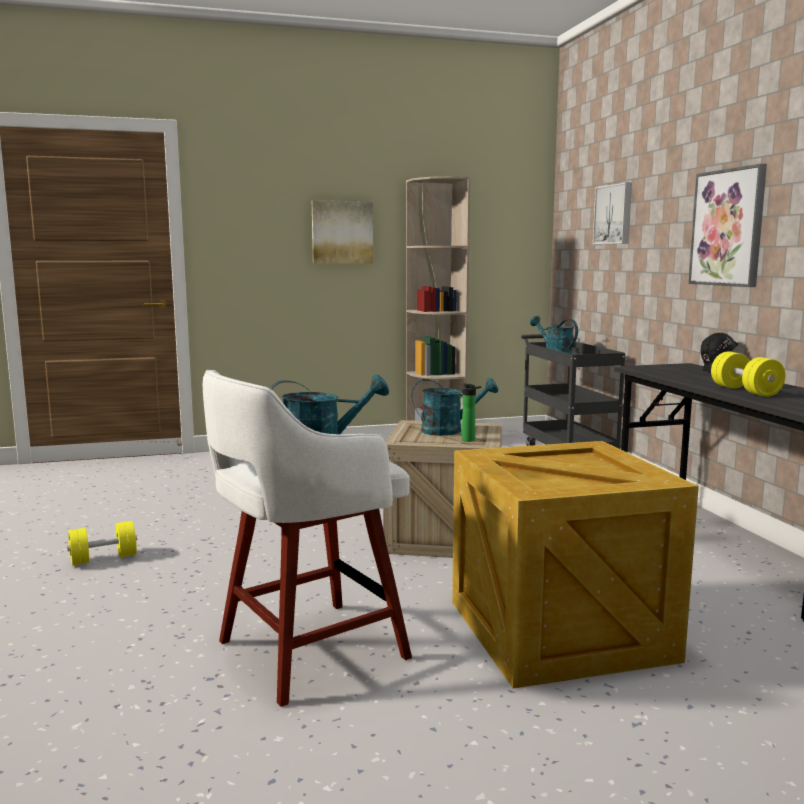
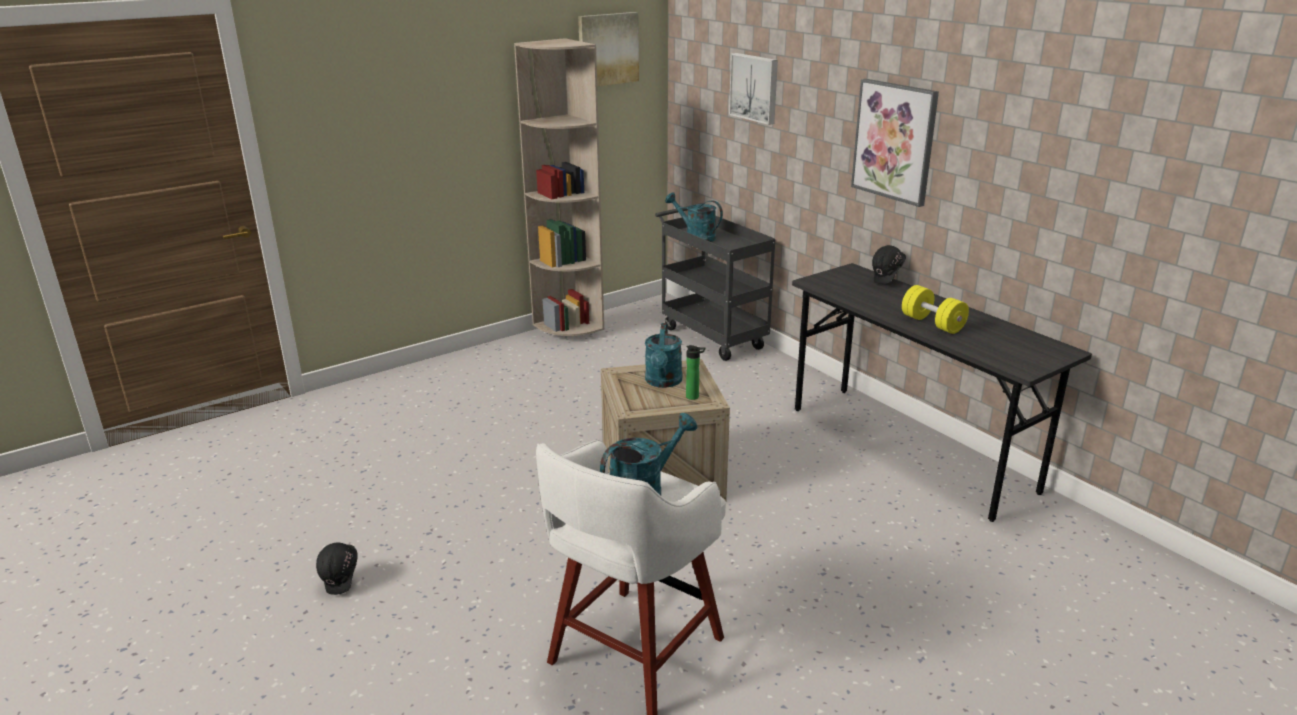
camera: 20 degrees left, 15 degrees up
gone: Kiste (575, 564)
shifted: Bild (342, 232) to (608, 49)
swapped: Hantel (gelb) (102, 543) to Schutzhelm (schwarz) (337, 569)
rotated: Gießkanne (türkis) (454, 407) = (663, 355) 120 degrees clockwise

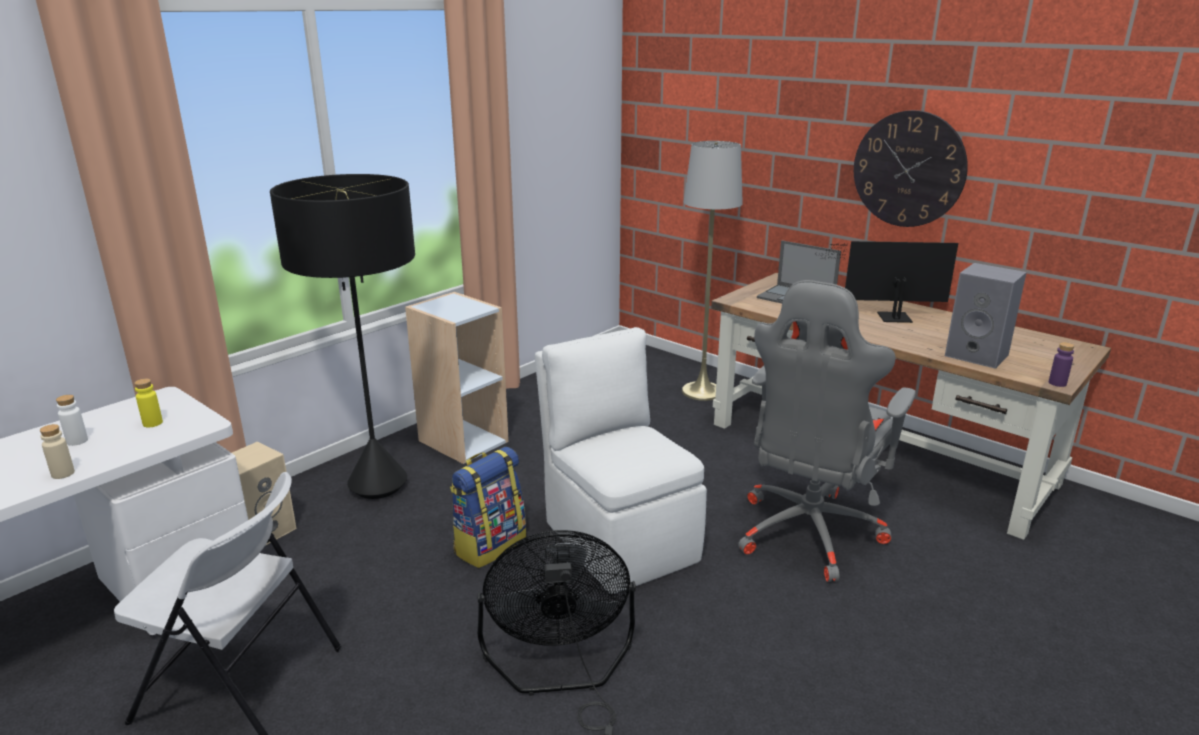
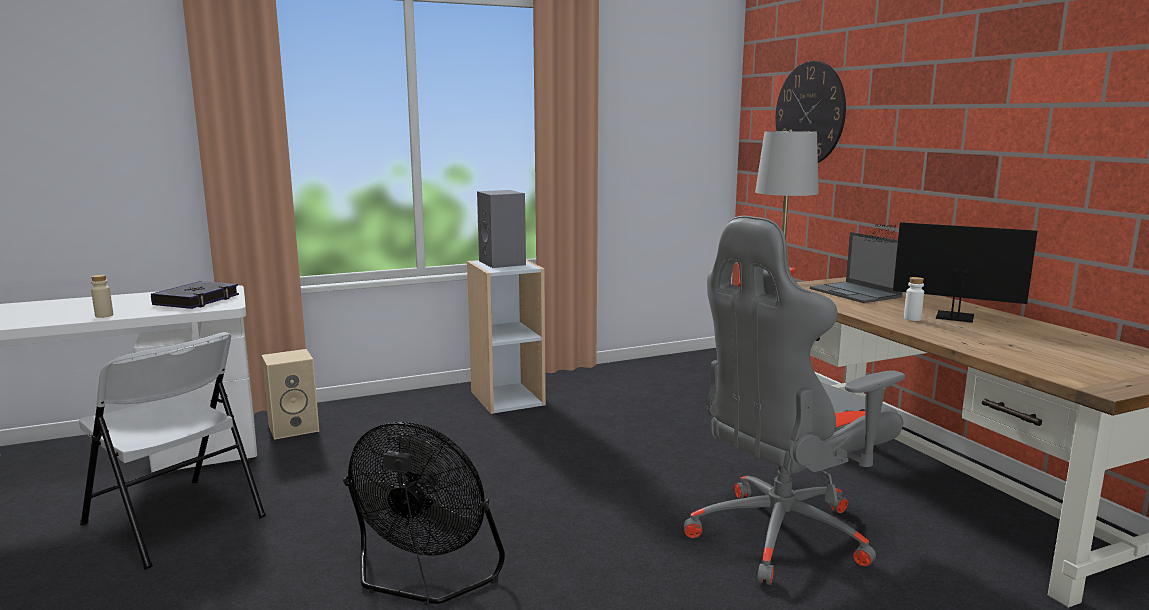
camera: 25 degrees right, 10 degrees down
gone: Stehlampe (schwarz) (342, 336); Rucksack (488, 507); Stuhl (weiß) (621, 460); Flasche (lila) (1062, 364)
shifted: Lautsprecher (grau) (986, 316) to (501, 229); Wanduhr (911, 168) to (810, 112); Flasche (weiß) (72, 420) to (914, 299)
swapped: Flasche (gelb) (148, 402) to Buch (195, 295)

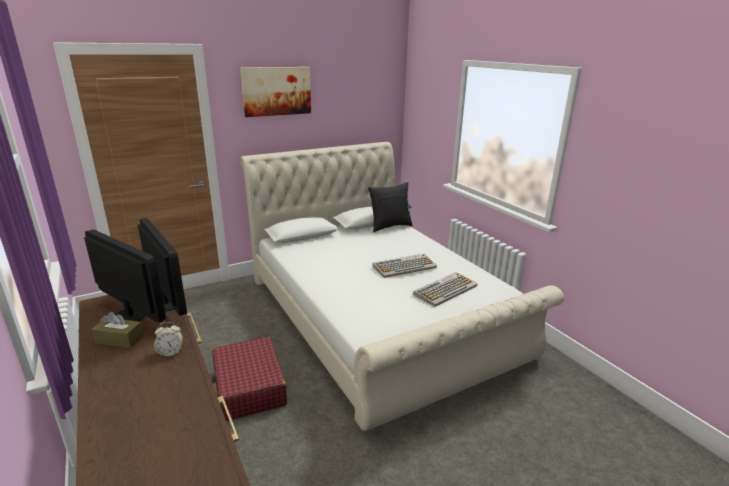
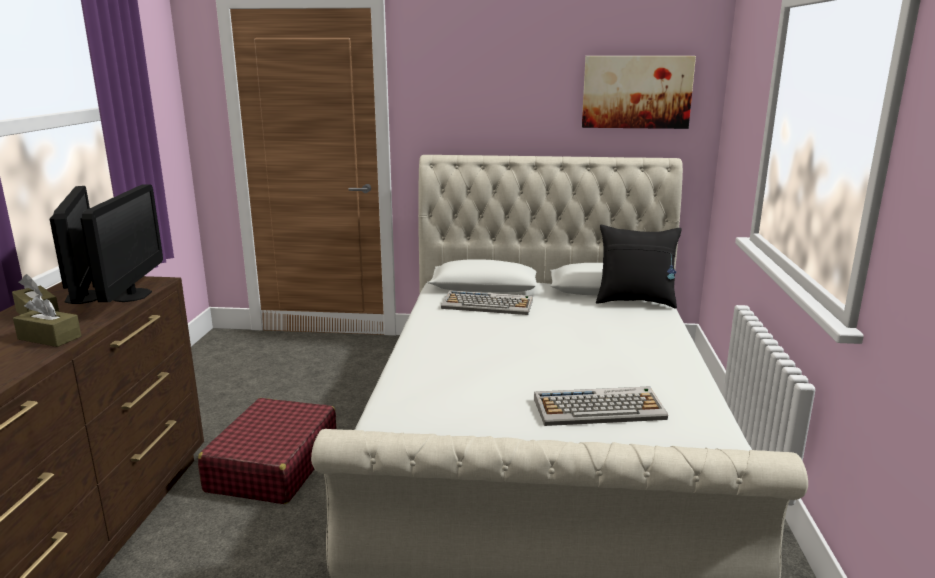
camera: 35 degrees right, 5 degrees down
shifted: Tastatur (405, 266) to (487, 302); Bild (275, 92) to (639, 92)
swapped: Wecker (168, 339) to Taschentuchbox (braun) (47, 321)

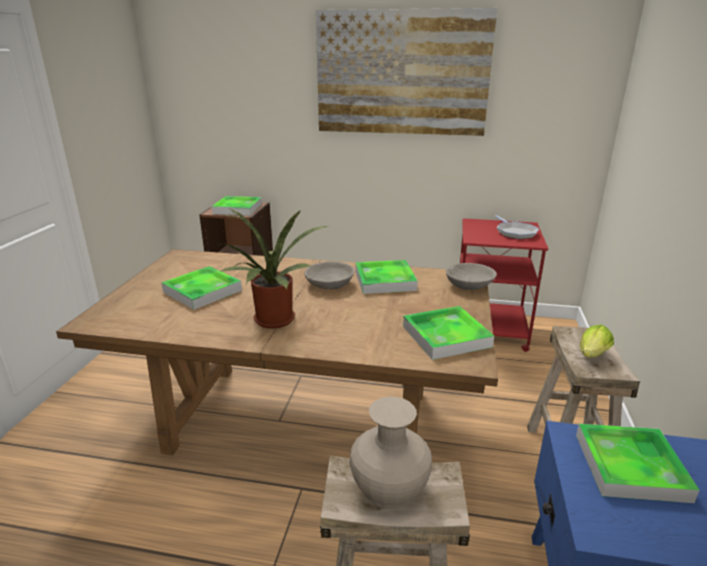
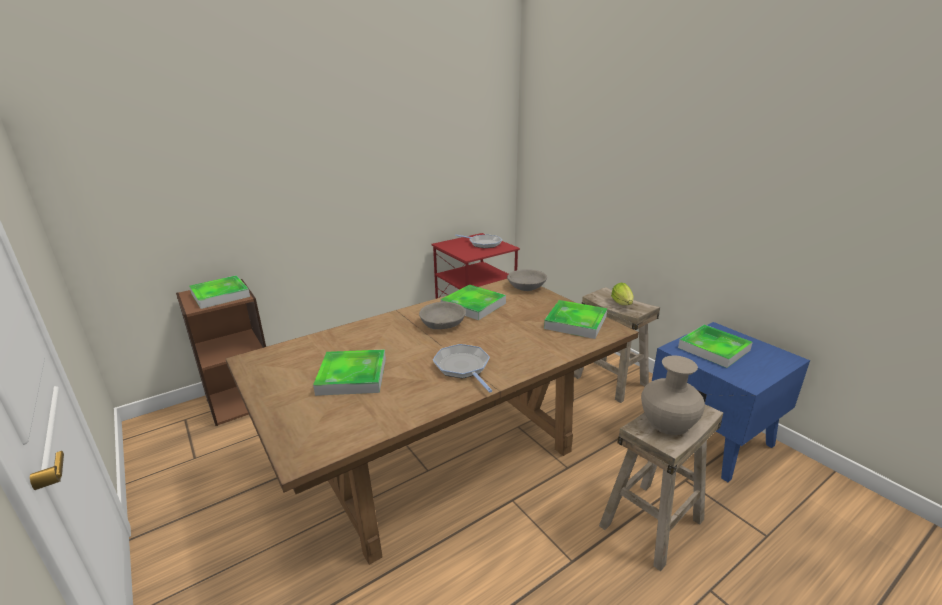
camera: 45 degrees left, 0 degrees up
gone: Bild (406, 72)
swapped: Topfpflanze (273, 268) to Pfanne (462, 368)

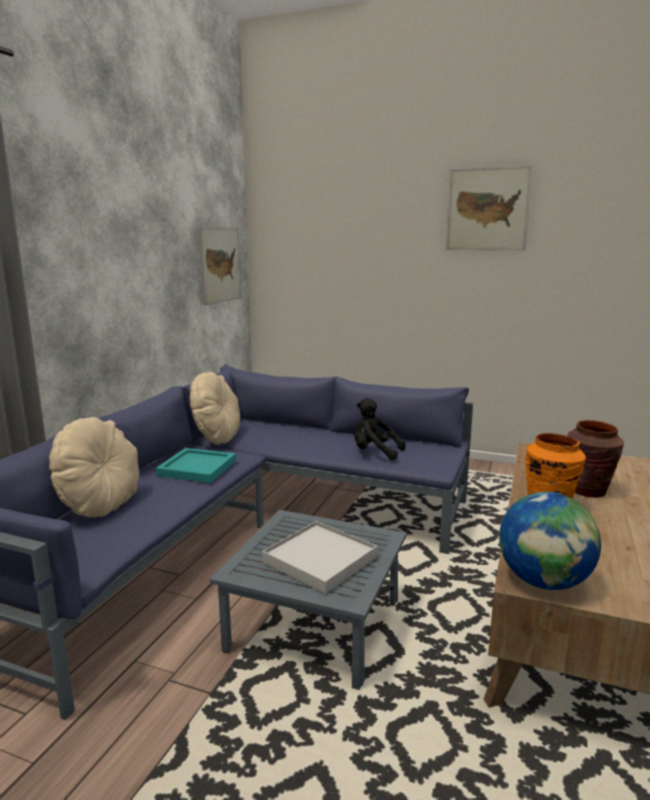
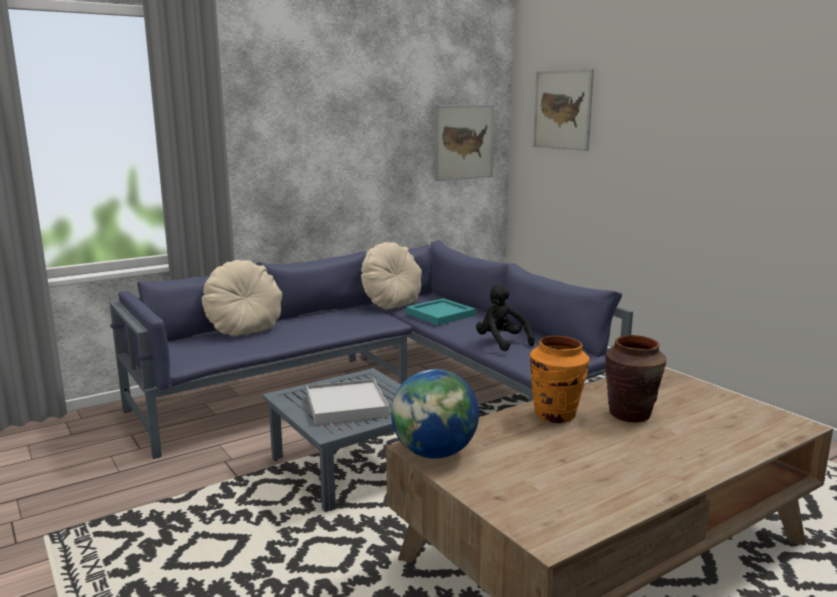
camera: 35 degrees right, 0 degrees up
shifted: Tablett (türkis) (195, 465) to (441, 311); Bild (489, 207) to (563, 110)

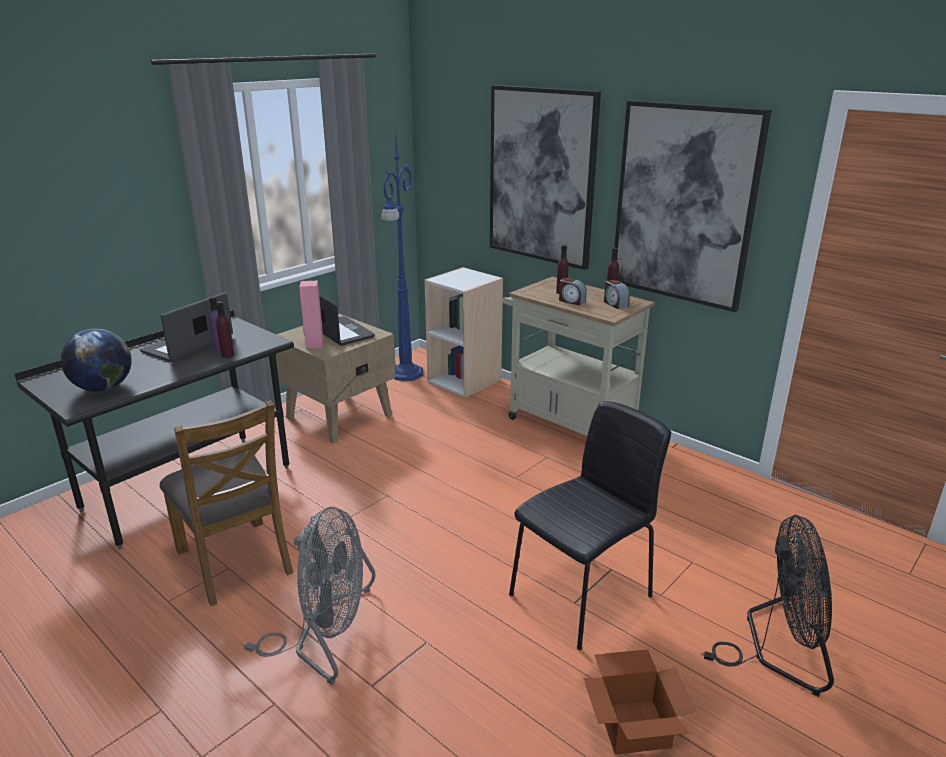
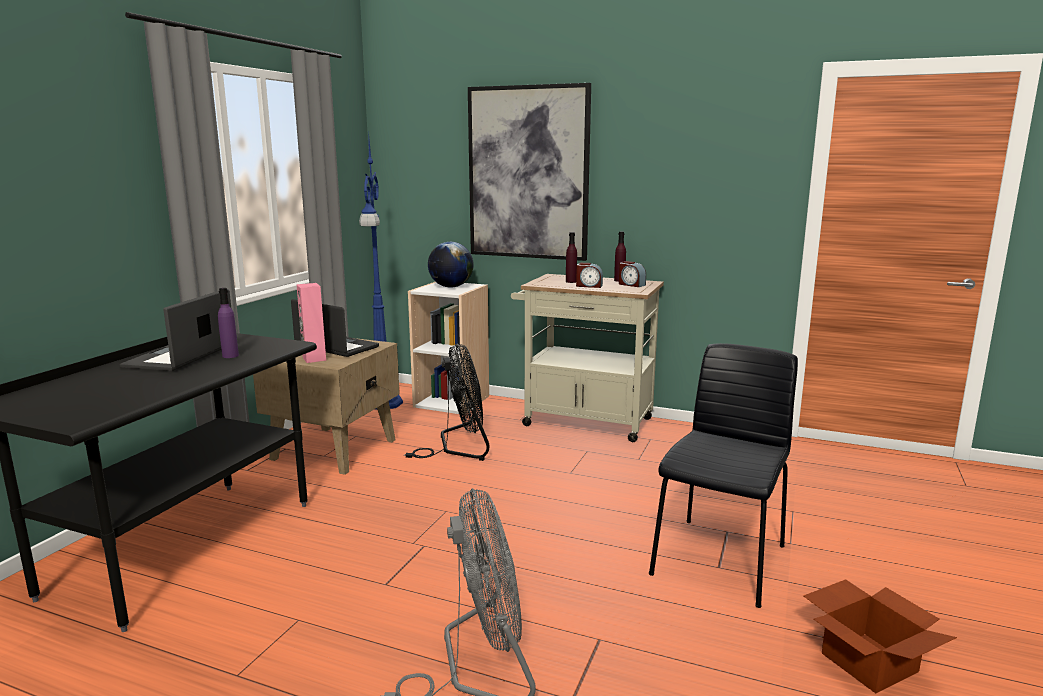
camera: 20 degrees left, 10 degrees down
gone: Stuhl (braun) (226, 503); Flasche (lila) (225, 329); Bild (693, 206)
shifted: Ventilator (schwarz) (767, 606) to (446, 402); Globus (96, 360) to (451, 265)

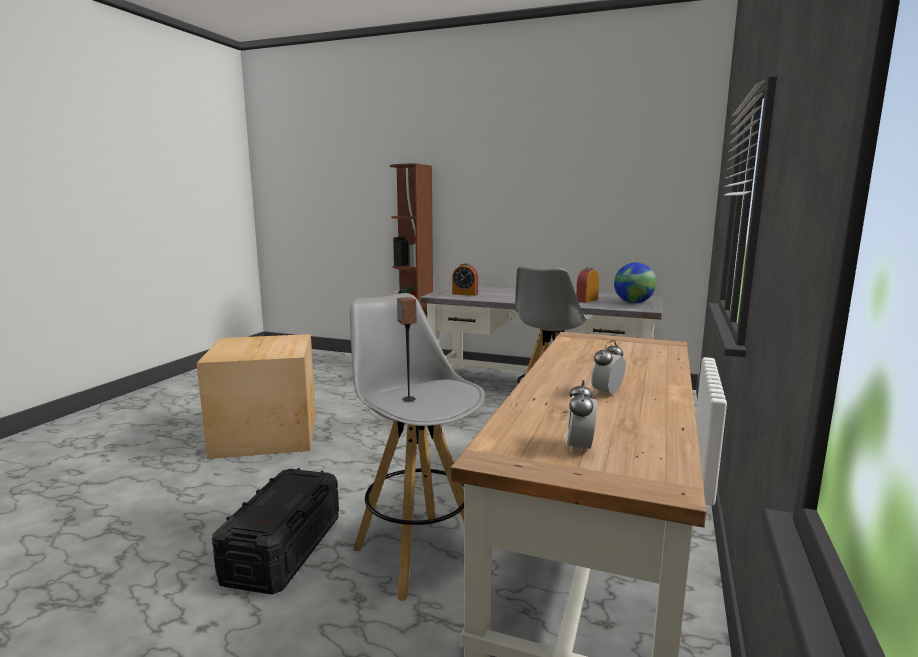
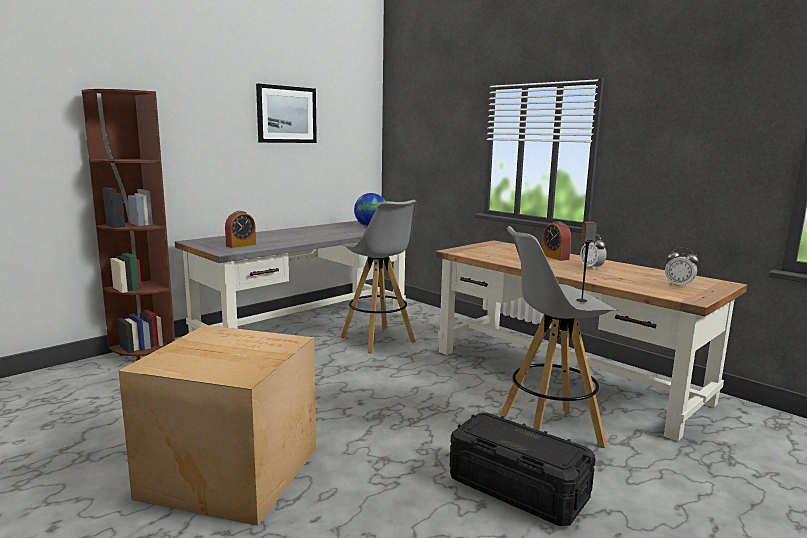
camera: 65 degrees left, 0 degrees up
new: Bild (286, 113)
shifted: Wecker (587, 285) to (556, 241)

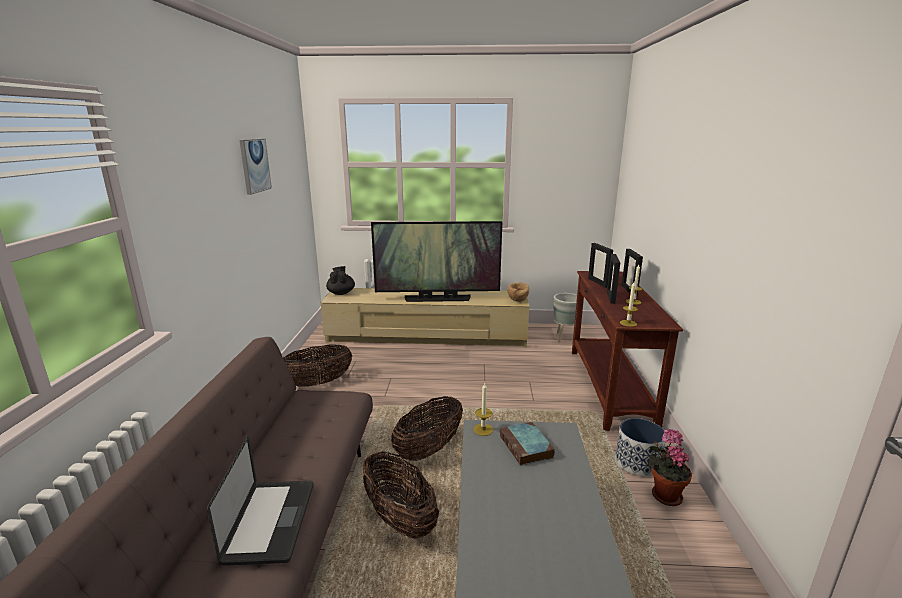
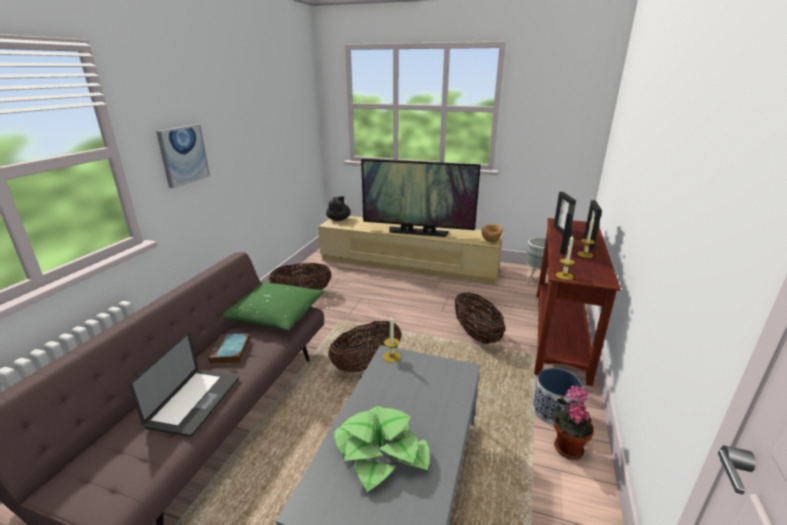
camera: 15 degrees right, 5 degrees up
new: Kissen (grün) (273, 306); Topfpflanze (382, 449)
shifted: Bild (255, 167) to (183, 156); Buch (527, 444) to (229, 348); Korb (401, 495) to (480, 318)

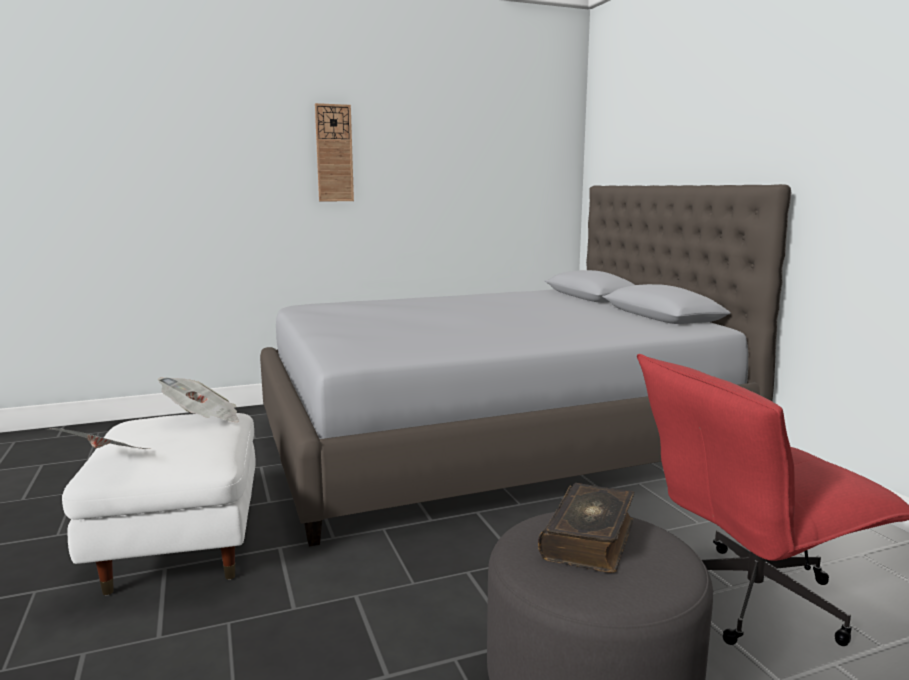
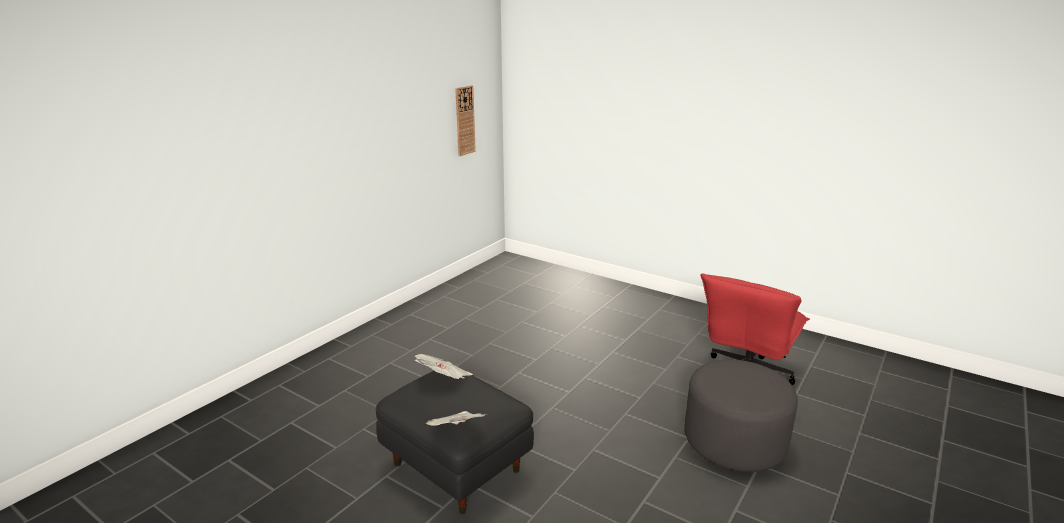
camera: 35 degrees left, 10 degrees up
gone: Bett (grau) (525, 365); Buch (586, 528)
shifted: Wanduhr (334, 152) to (465, 120)
repainted: Polsterhocker (weiß) (159, 504) to Polsterhocker (schwarz) (455, 442)

